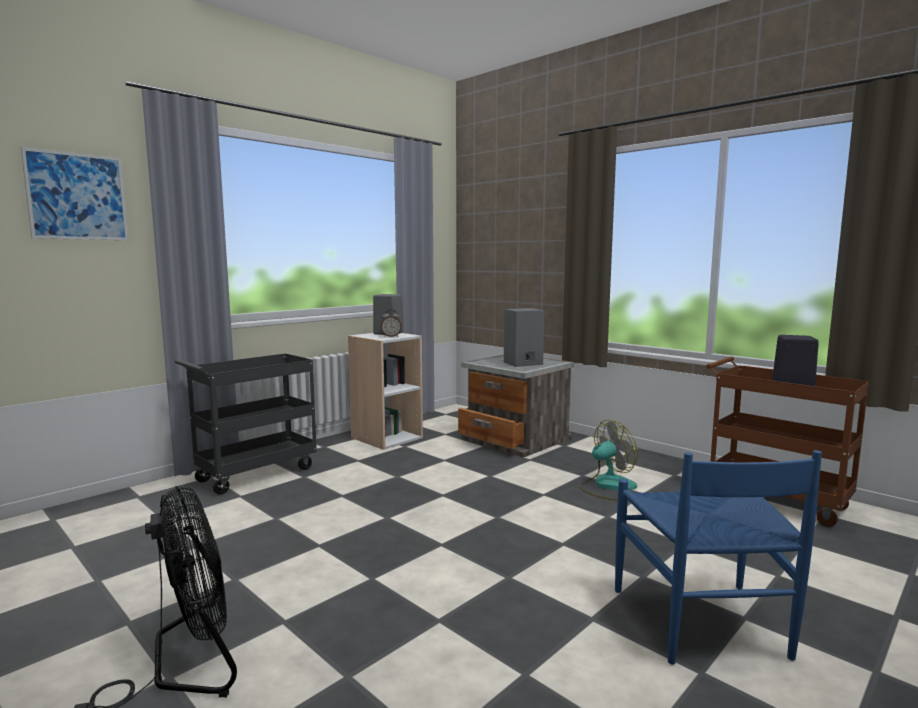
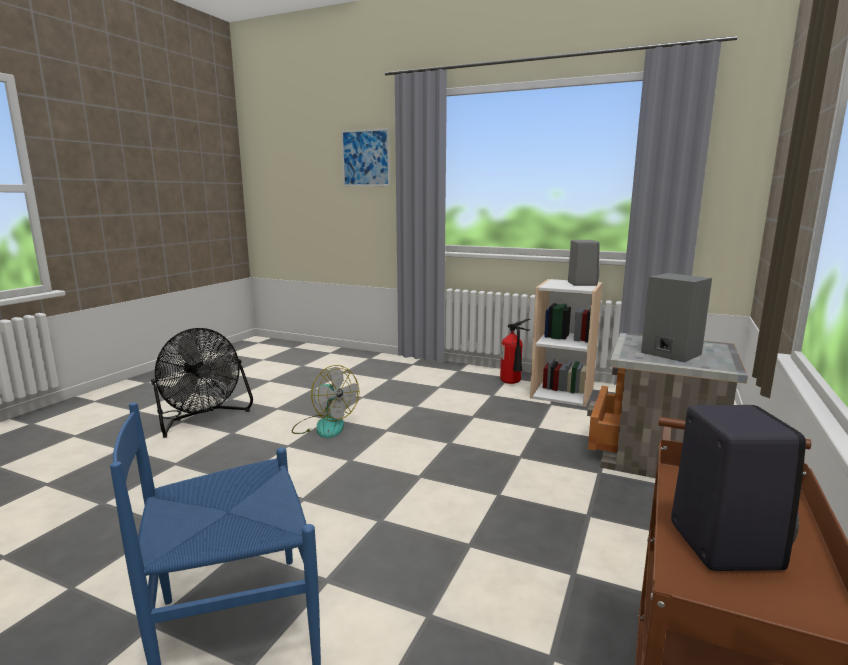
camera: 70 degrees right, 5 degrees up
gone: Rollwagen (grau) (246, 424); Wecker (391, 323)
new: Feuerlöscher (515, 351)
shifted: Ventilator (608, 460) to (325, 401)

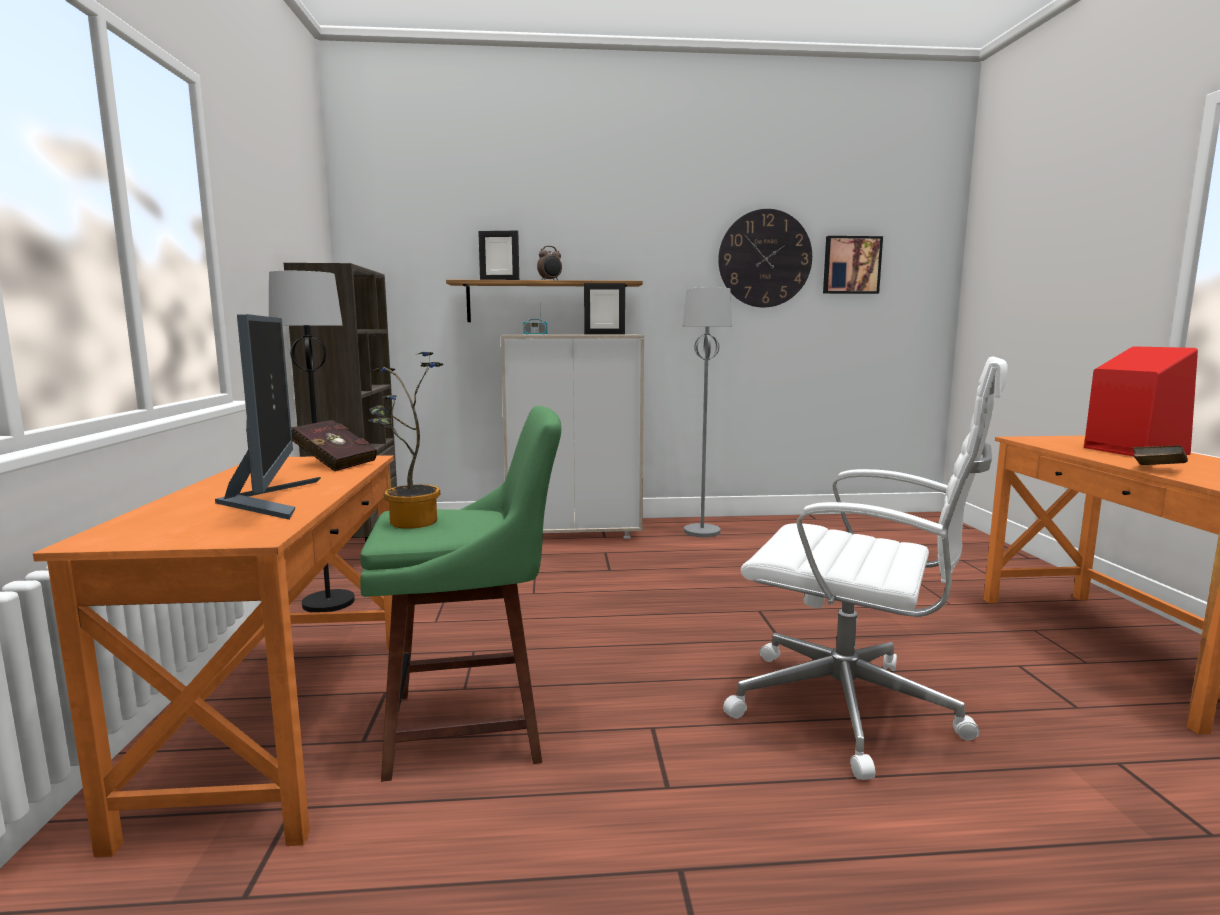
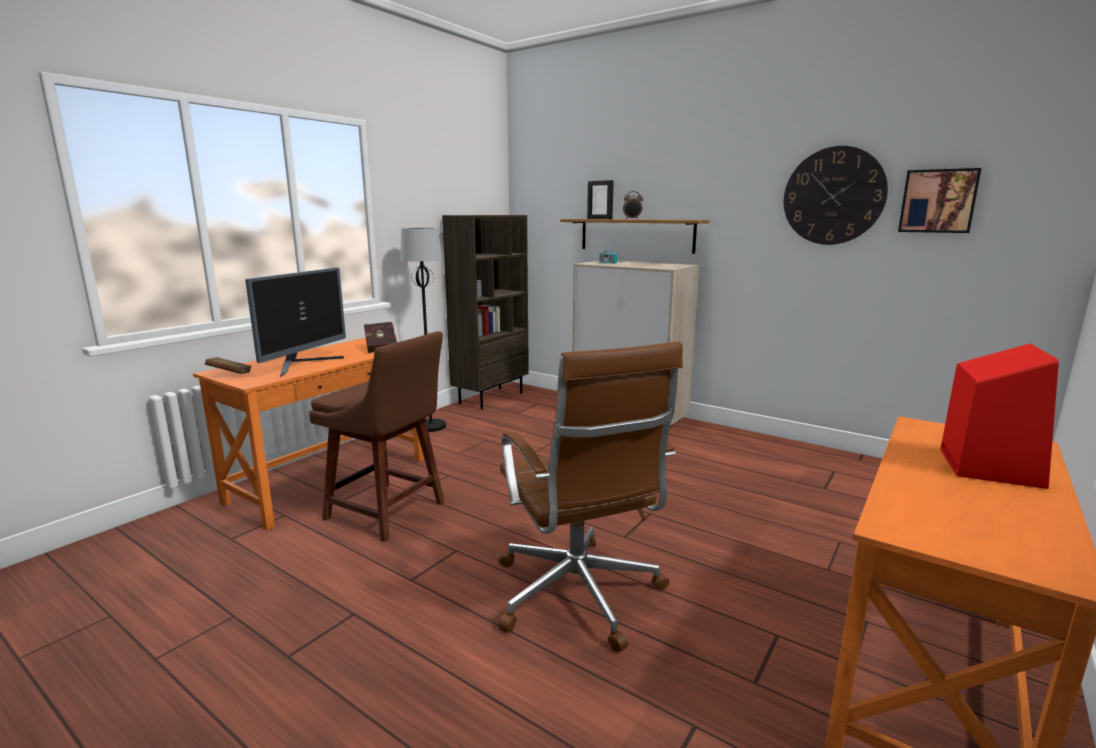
camera: 40 degrees right, 5 degrees up
gone: Topfpflanze (405, 440); Bilderrahmen (604, 309); Stehlampe (grau) (707, 412)
shifted: Buch (braun) (1160, 455) to (228, 365)
repainted: Hocker (grün) (460, 594) to Hocker (braun) (377, 436); Bürostuhl (weiß) (865, 568) to Bürostuhl (braun) (591, 497)

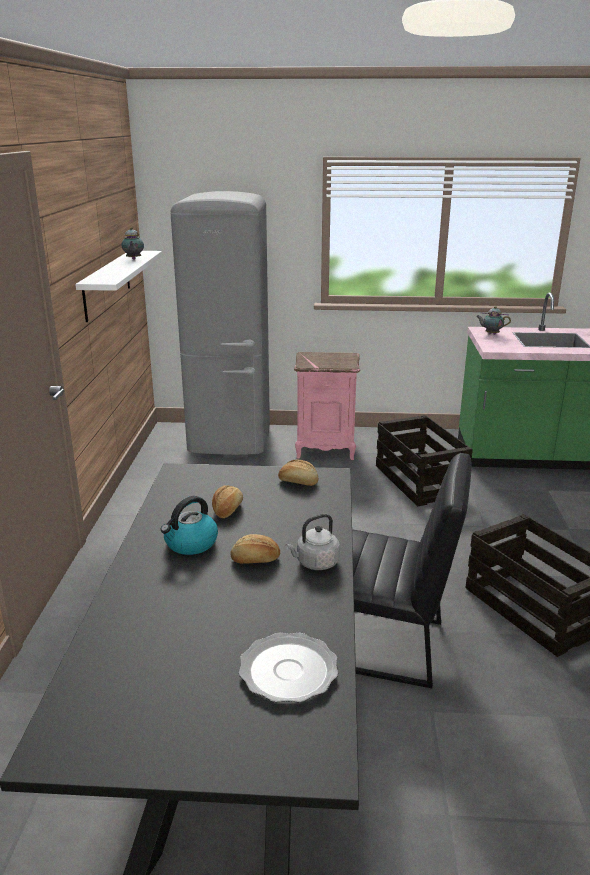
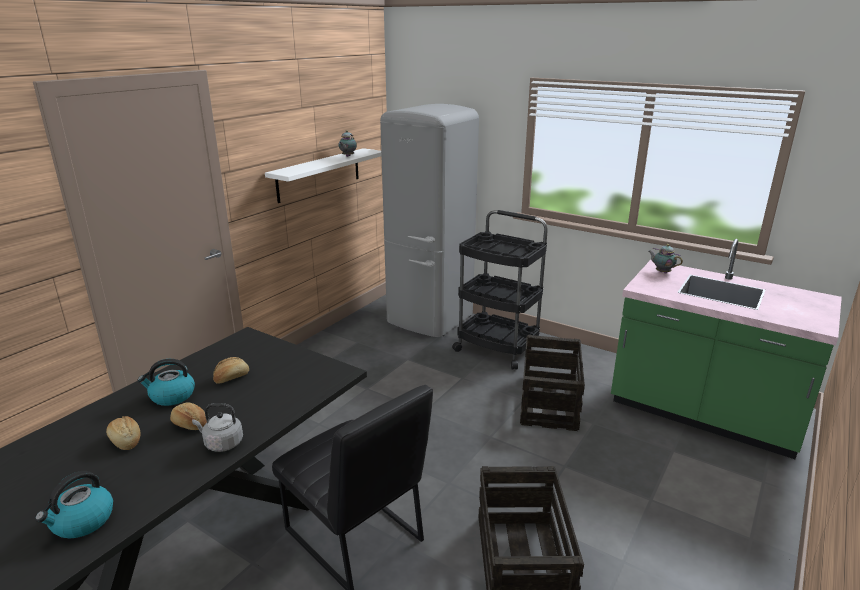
camera: 30 degrees right, 0 degrees up
shifted: Brot (298, 473) to (123, 433)
swapped: Teller (288, 668) to Wasserkessel (74, 504); Nachttisch (rosa) (327, 406) to Rollwagen (schwarz) (500, 290)

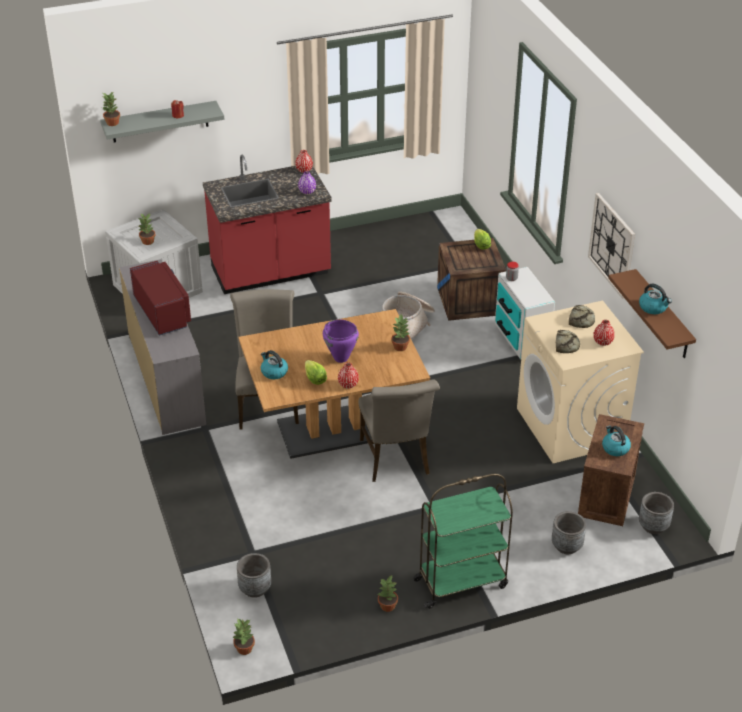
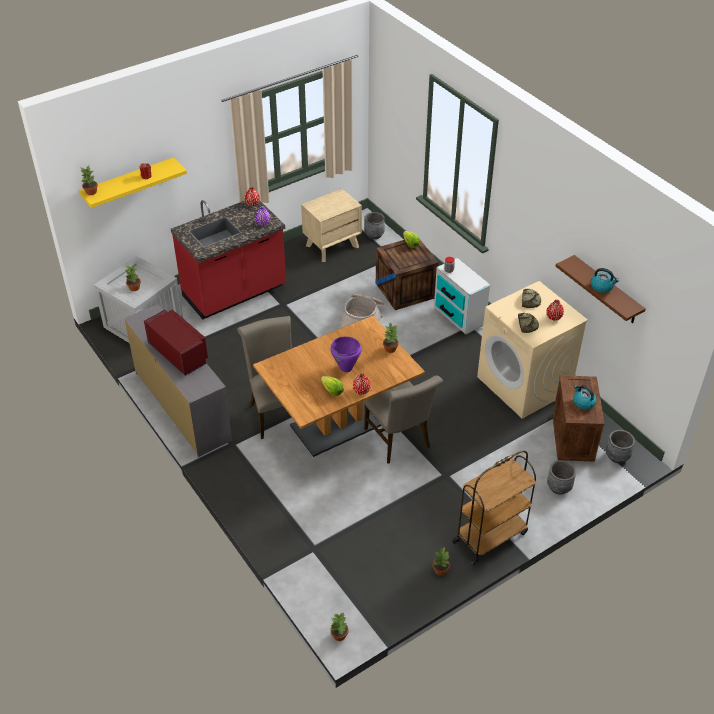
camera: 15 degrees left, 5 degrees up
gone: Wasserkessel (274, 364); Wanduhr (611, 246)
new: Nachttisch (beige) (331, 225)
shifted: Pflanzkübel (grau) (254, 575) to (374, 225)
repainted: Wandregal (grau) (162, 122) to Wandregal (gelb) (133, 182); Rollwagen (grün) (463, 541) to Rollwagen (braun) (494, 508)

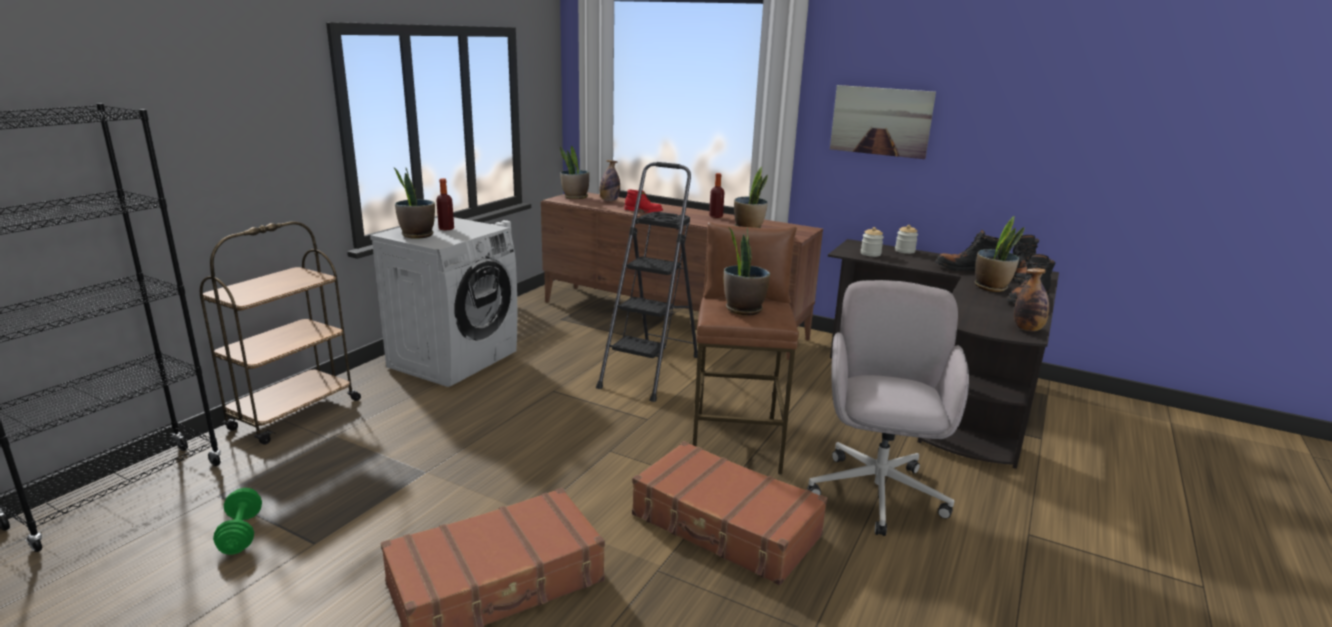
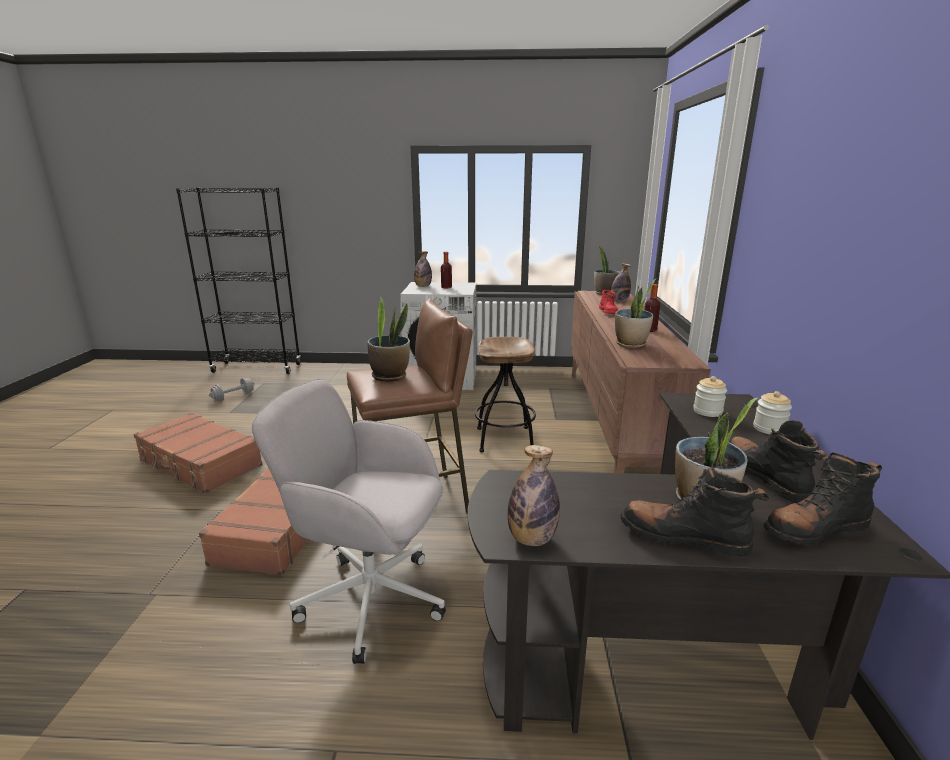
camera: 65 degrees right, 0 degrees up
gone: Rollwagen (braun) (280, 333); Bild (883, 122)
swapped: Topfpflanze (414, 202) to Flasche (423, 269); Trittleiter (647, 282) to Hocker (braun) (505, 394)
repainted: Hantel (grün) (237, 521) to Hantel (grau) (232, 389)
rotated: Bürostuhl (grau) (888, 408) = (349, 521) 150 degrees counterclockwise

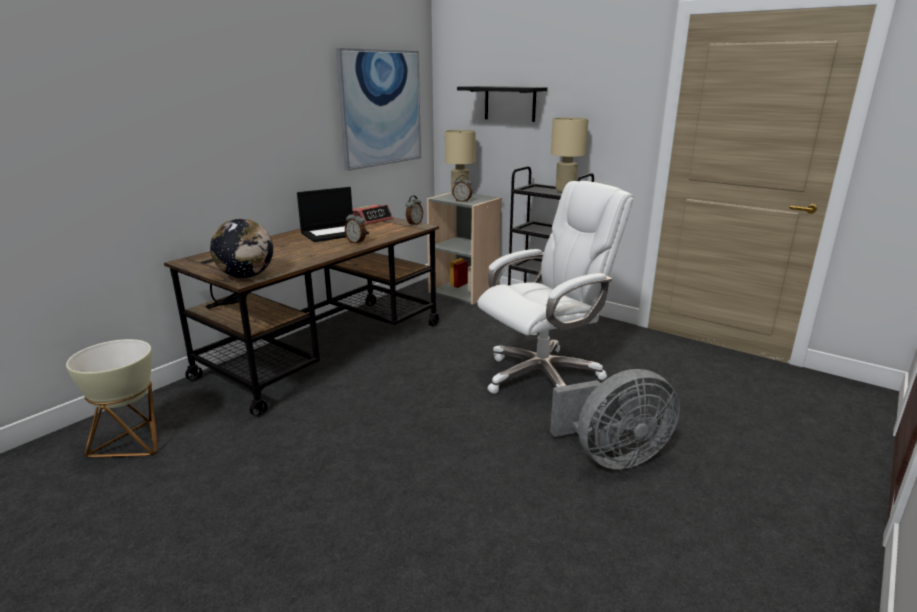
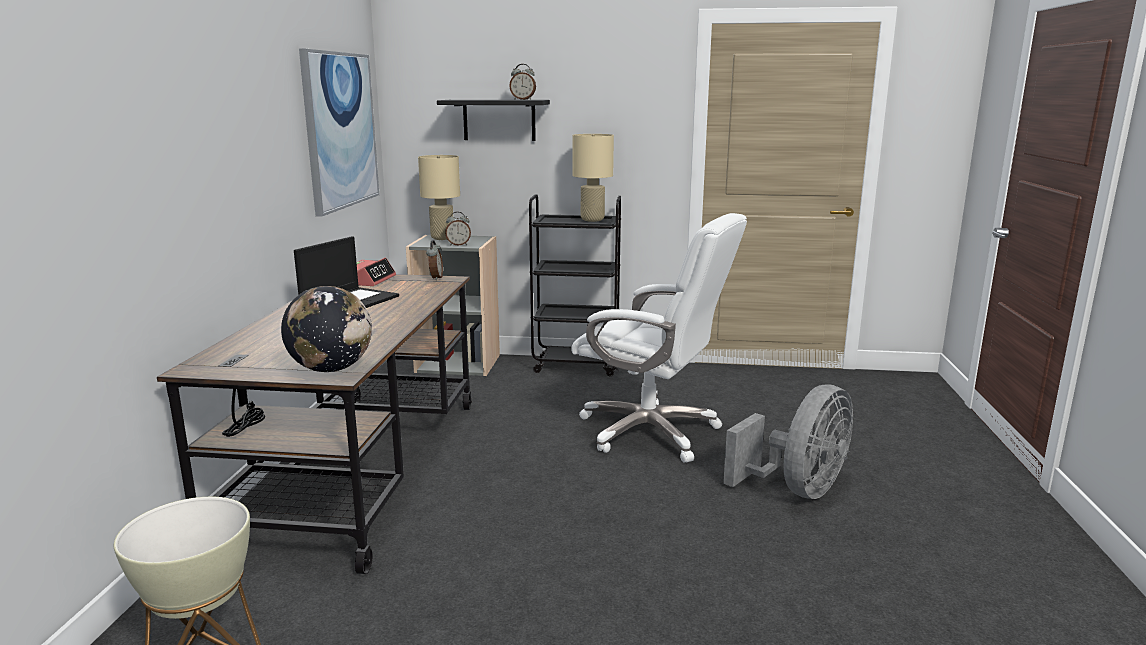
camera: 30 degrees left, 5 degrees down
shifted: Wecker (355, 227) to (522, 82)
rotated: Bürostuhl (weiß) (555, 287) = (659, 338) 90 degrees clockwise

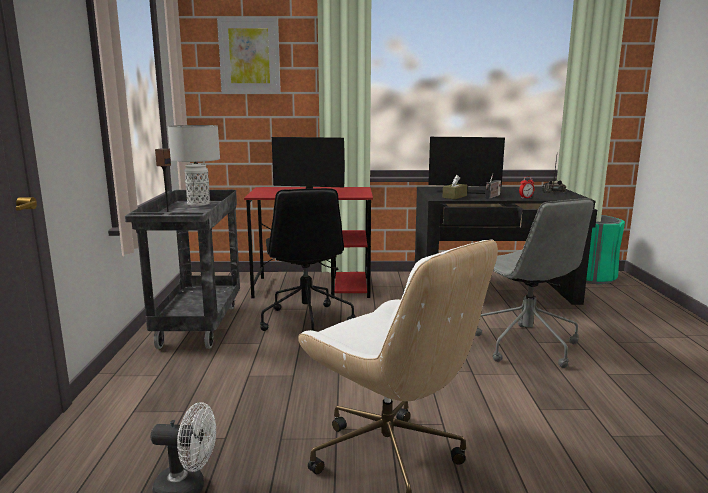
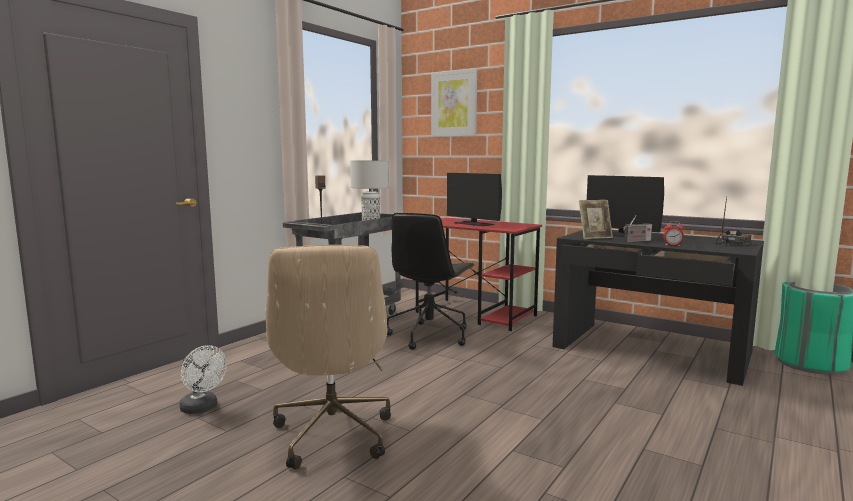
camera: 35 degrees right, 5 degrees down
gone: Bürostuhl (grau) (534, 283)
swapped: Taschentuchbox (braun) (454, 187) to Bilderrahmen (596, 219)

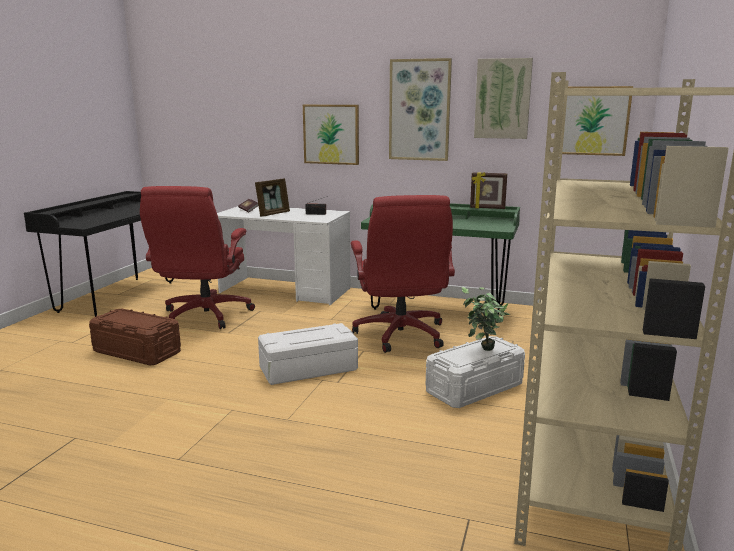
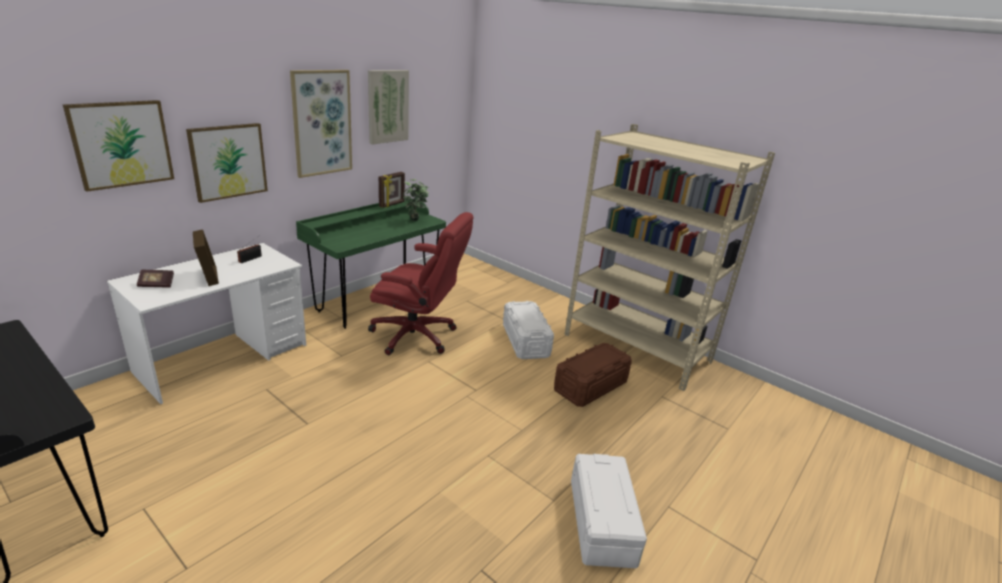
camera: 70 degrees left, 10 degrees up
gone: Bürostuhl (rot) (197, 257)
shifted: Bild (596, 121) to (118, 146); Topfpflanze (486, 319) to (416, 200); Aufbewahrungsbox (braun) (135, 337) to (593, 375); Aufbewahrungsbox (weiß) (308, 354) to (609, 511)

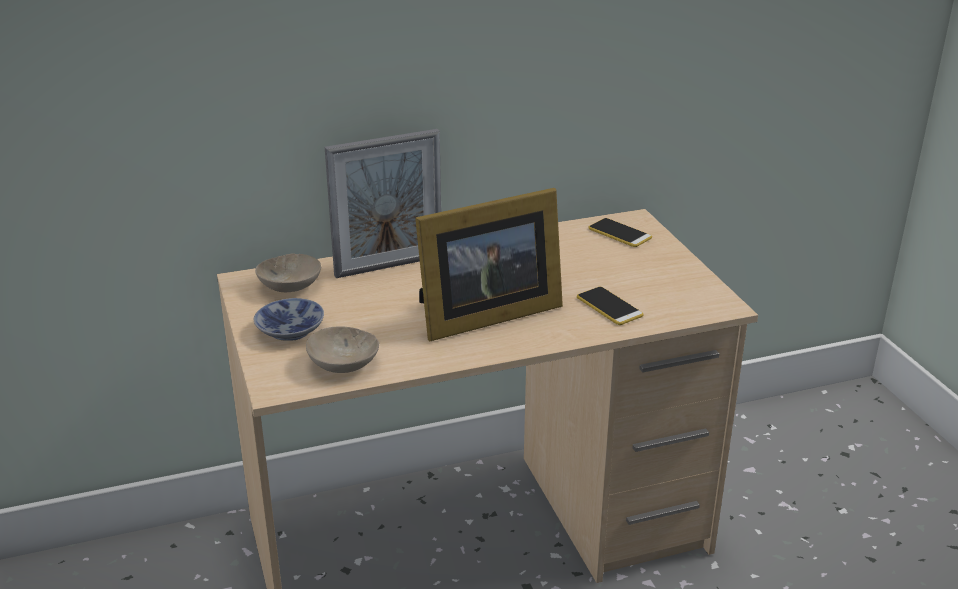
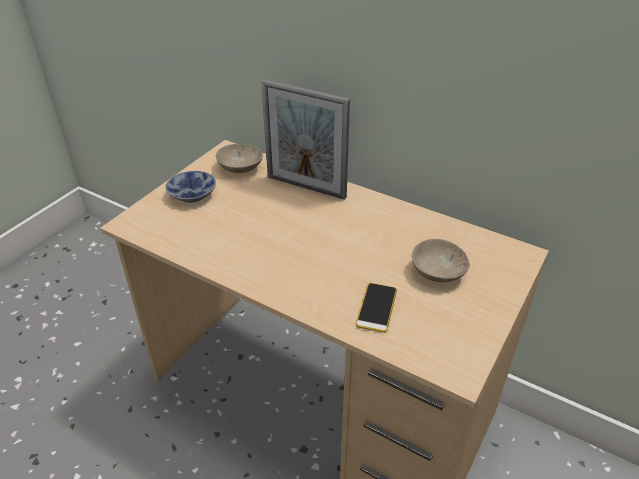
camera: 50 degrees right, 10 degrees up
gone: Bilderrahmen (489, 264); Handy (620, 232)
shifted: Schüssel (beige) (342, 350) to (441, 260)

